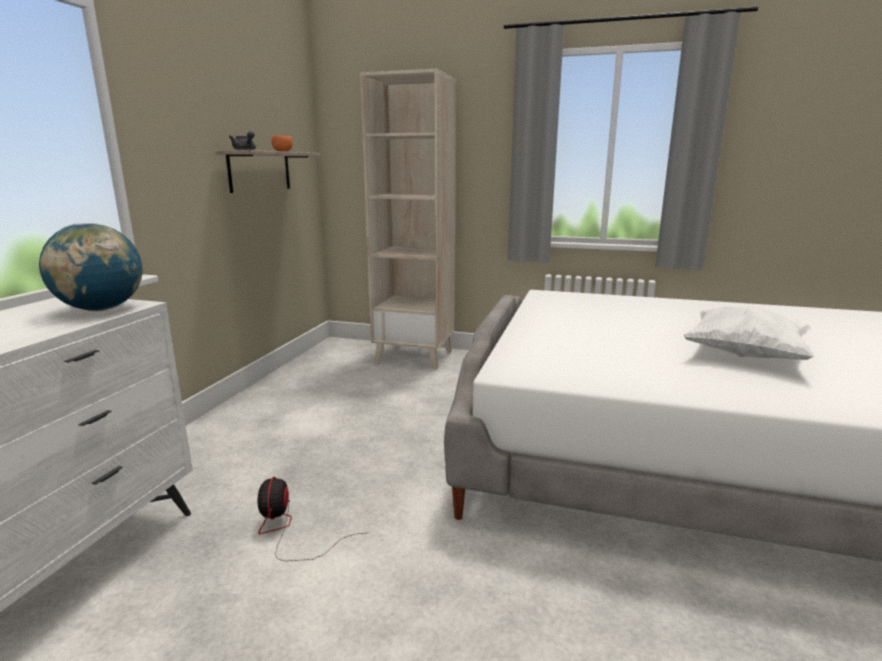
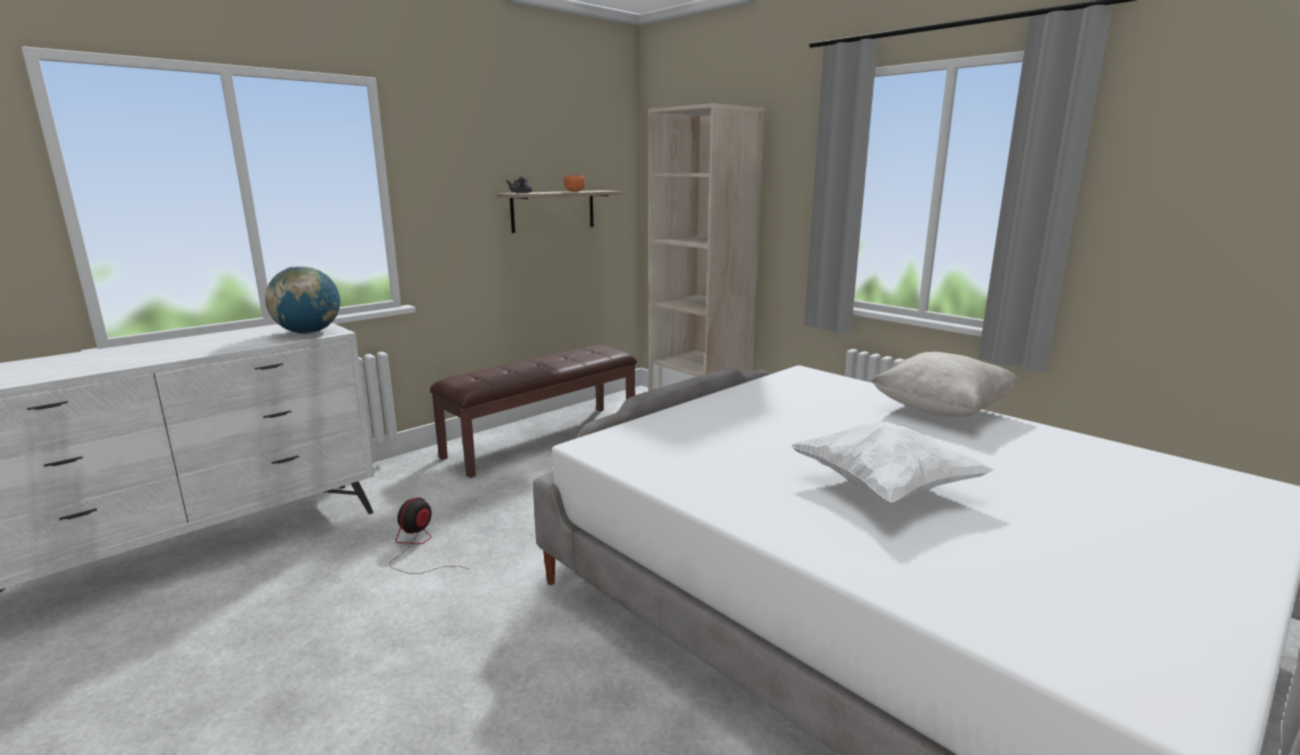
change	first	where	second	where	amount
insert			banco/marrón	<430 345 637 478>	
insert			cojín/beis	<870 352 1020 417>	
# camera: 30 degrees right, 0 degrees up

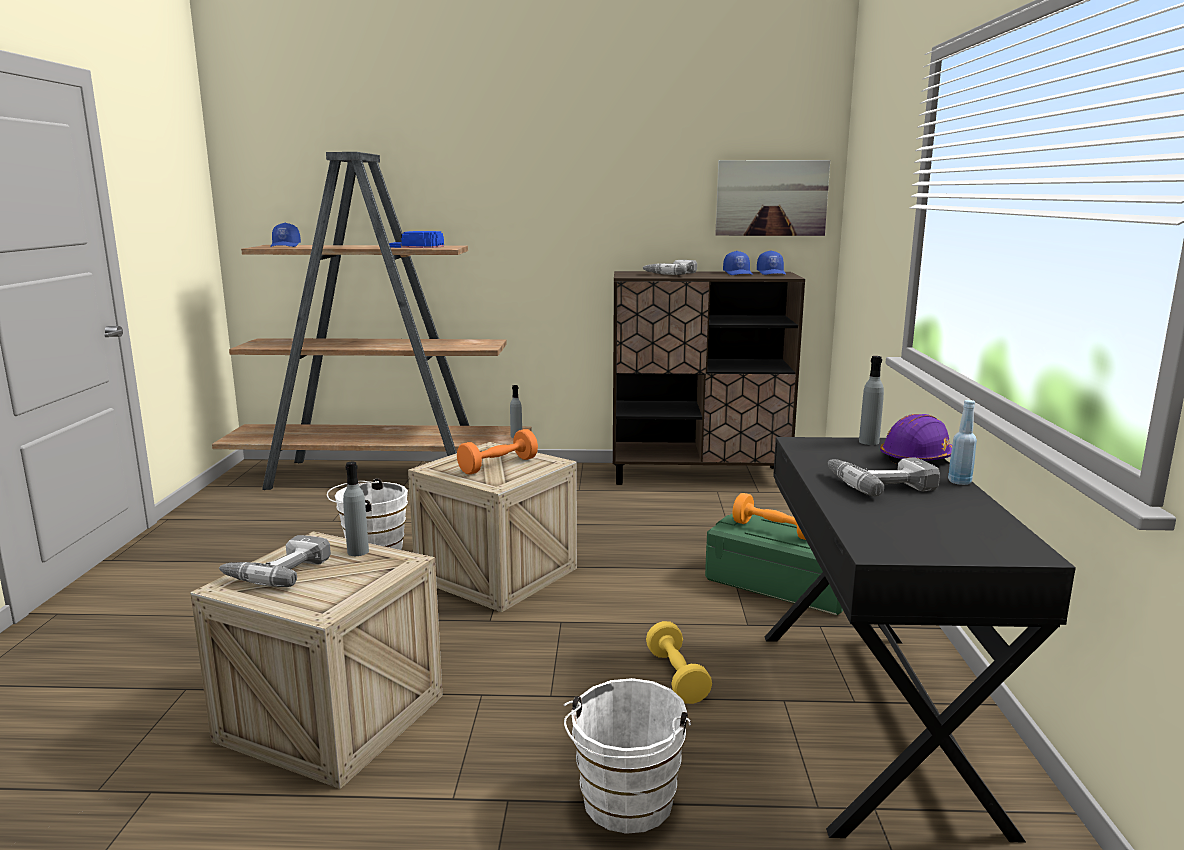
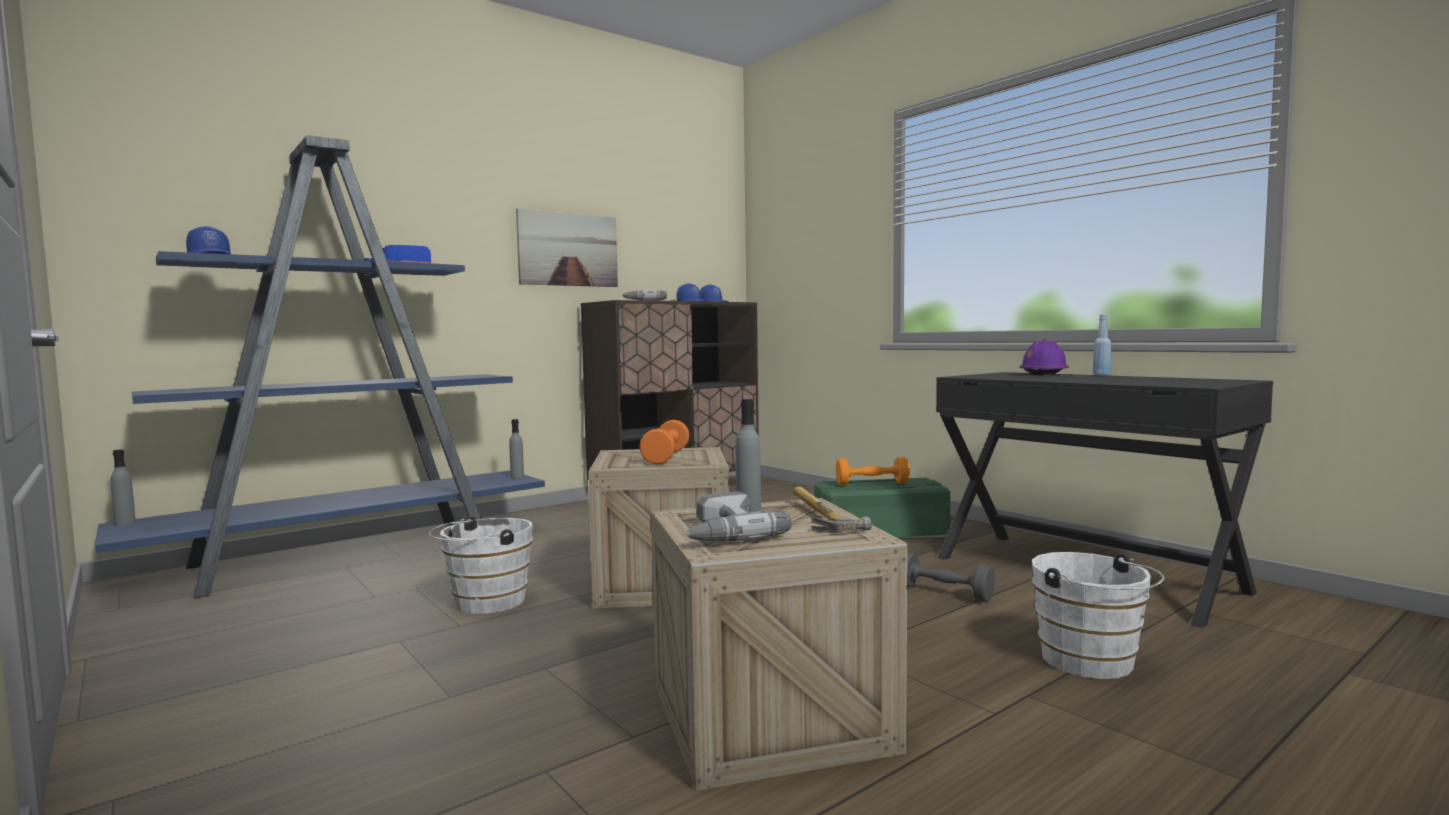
change	first	where	second	where	amount
delete	taladro	<828 457 940 496>			
insert			martillo	<793 487 872 533>	
move	cuadro	<715 160 830 236>		<516 208 618 287>	
move	botella/gris	<859 356 884 445>		<111 449 136 526>	
recolor	estantería/marrón	<212 152 531 490>	estantería/azul	<95 135 545 599>	
recolor	mancuerna/amarillo	<646 621 712 704>	mancuerna/gris	<907 552 995 602>	
# camera: 40 degrees left, 10 degrees down

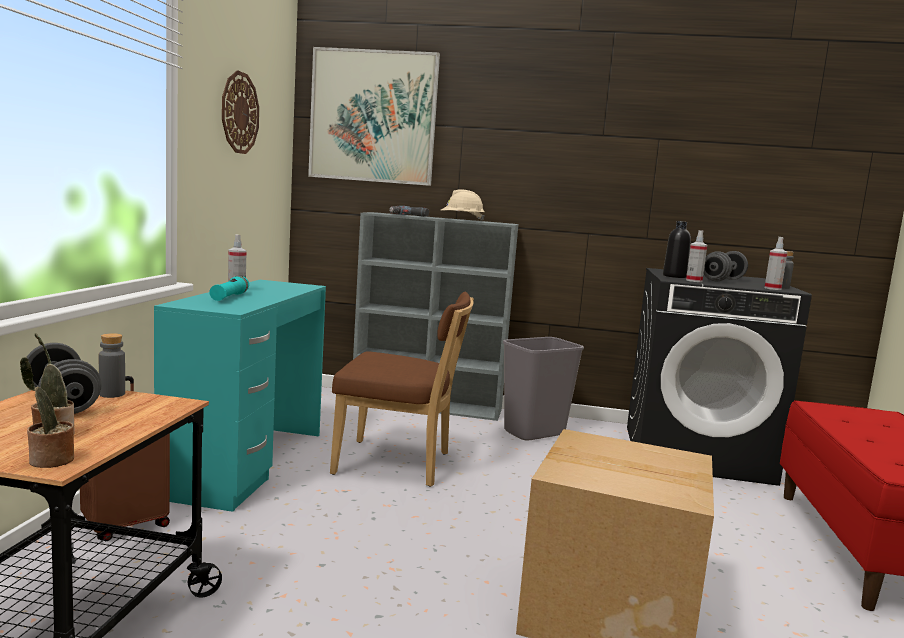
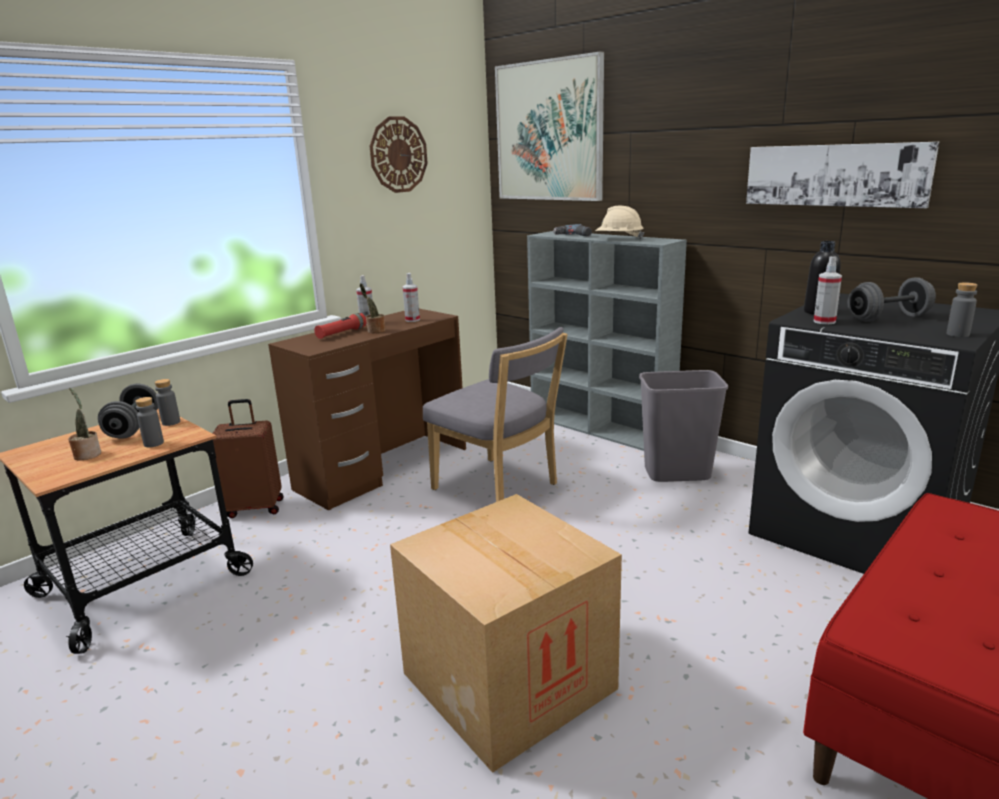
change	first	where	second	where	amount
insert			botella/gris	<135 397 164 447>	
insert			cuadro	<746 142 939 208>	
move	planta en maceta	<20 357 74 468>		<360 283 385 334>	
move	pulverizador	<765 237 787 290>		<402 273 420 322>	
recolor	escritorio/turquesa	<154 280 326 512>	escritorio/marrón	<268 309 466 510>	
recolor	linterna/turquesa	<209 276 249 301>	linterna/rojo	<314 313 367 339>	
recolor	silla/marrón	<330 292 474 487>	silla/gris	<423 327 568 502>	
# camera: 35 degrees right, 10 degrees up

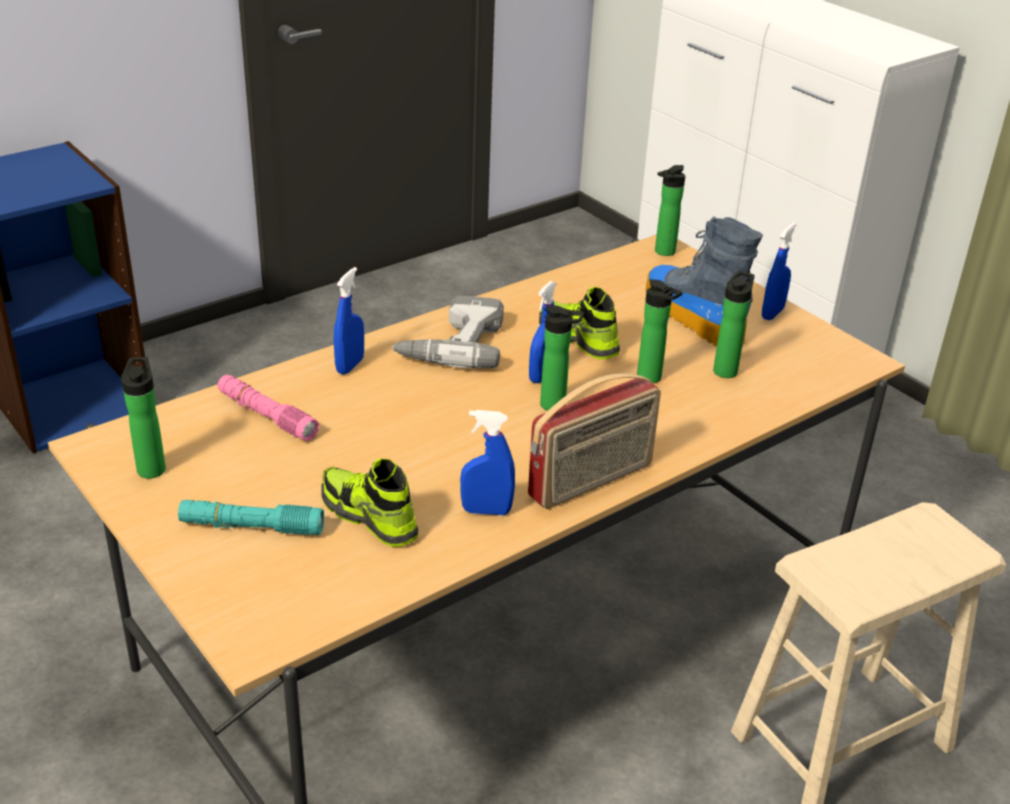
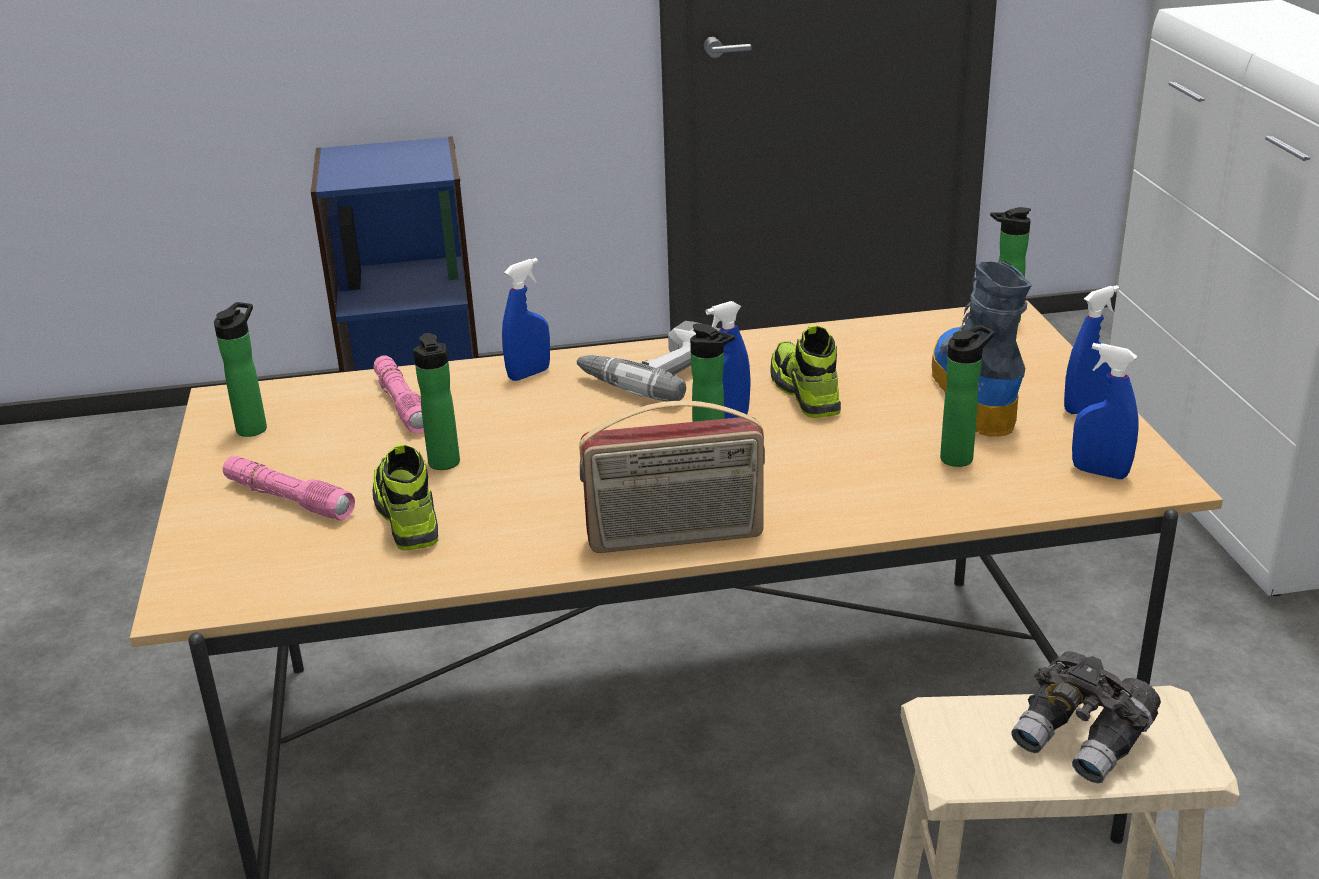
change	first	where	second	where	amount
insert			prismáticos/gris	<1011 651 1161 783>	
move	pulverizador/azul	<460 410 515 515>		<1072 343 1139 479>	
move	botella	<637 279 683 383>		<413 333 460 470>	
recolor	linterna/turquesa	<178 500 324 535>	linterna/rosa	<223 456 355 520>	
# camera: 30 degrees right, 5 degrees down

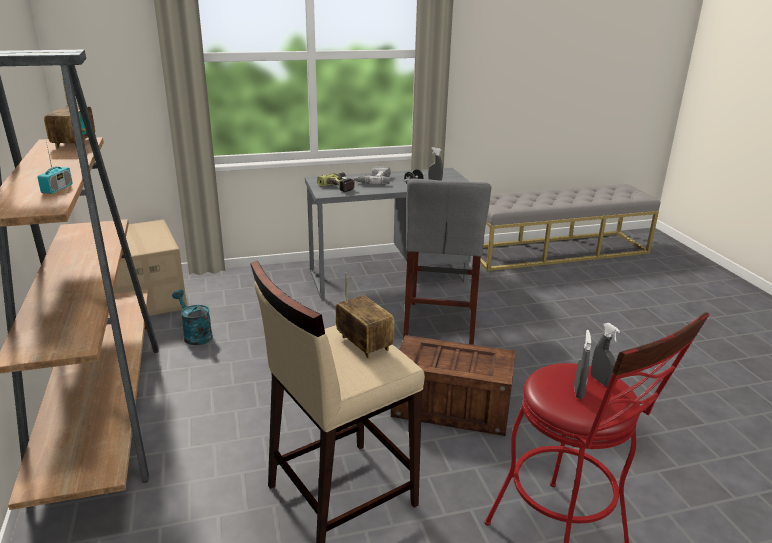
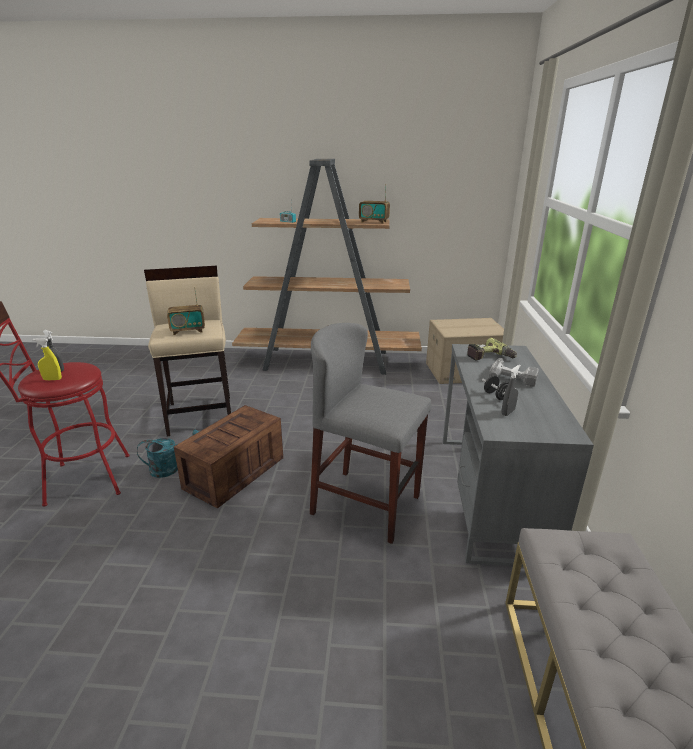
change	first	where	second	where	amount
move	regadera/turquesa	<172 290 213 345>		<137 430 199 478>	
recolor	pulverizador/gris	<591 323 620 386>	pulverizador/amarillo	<33 338 62 380>	
# camera: 110 degrees right, 0 degrees up

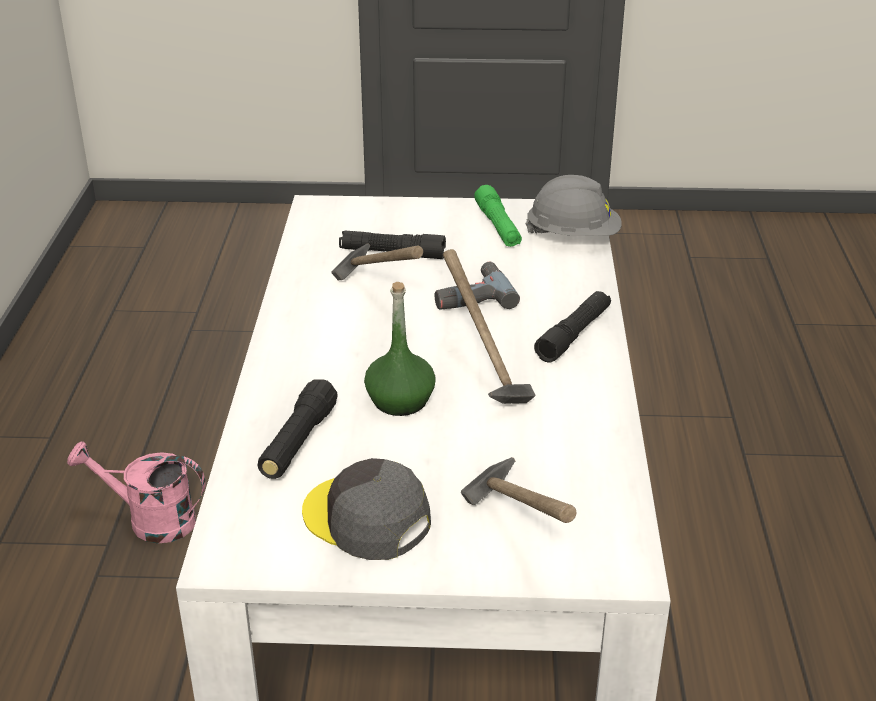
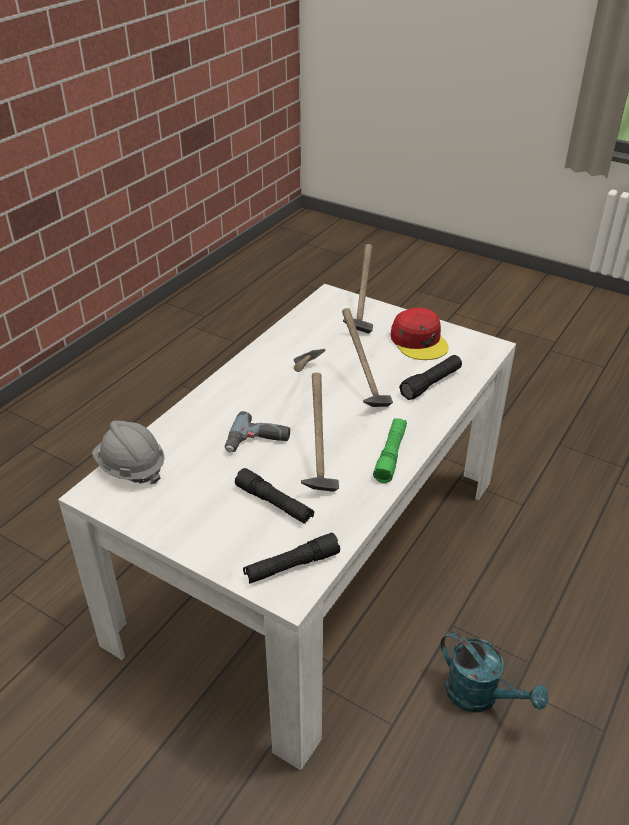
change	first	where	second	where	amount
move	linterna/verde	<474 185 522 247>		<373 418 407 483>	
move	linterna/negro	<534 291 611 363>		<243 533 340 584>	
replace	botella/verde	<364 282 436 416>	martillo	<342 308 393 407>	
recolor	regadera/rosa	<67 441 206 543>	regadera/turquesa	<440 631 548 713>	
recolor	gorra/gris	<302 458 431 560>	gorra/rojo	<391 308 449 360>	
# camera: 150 degrees left, 5 degrees up

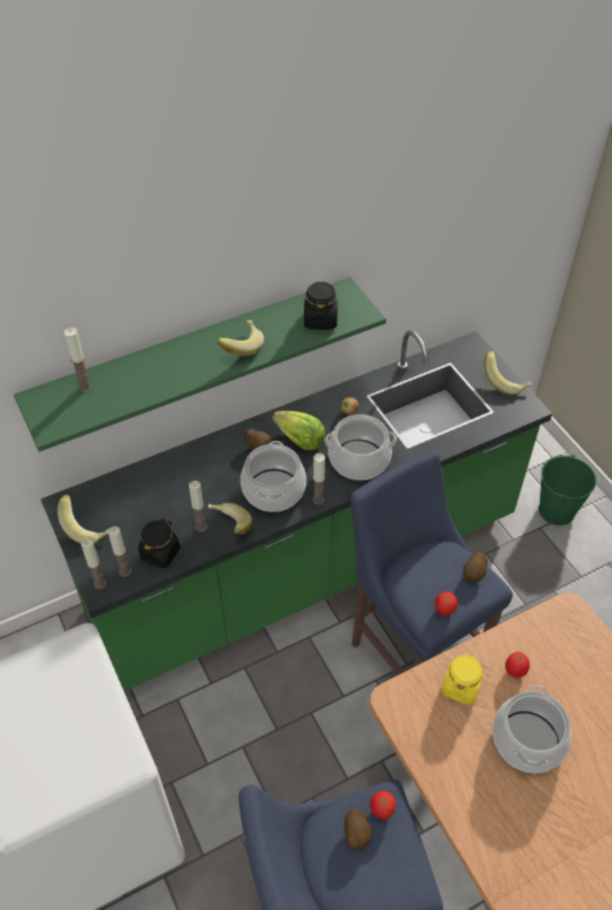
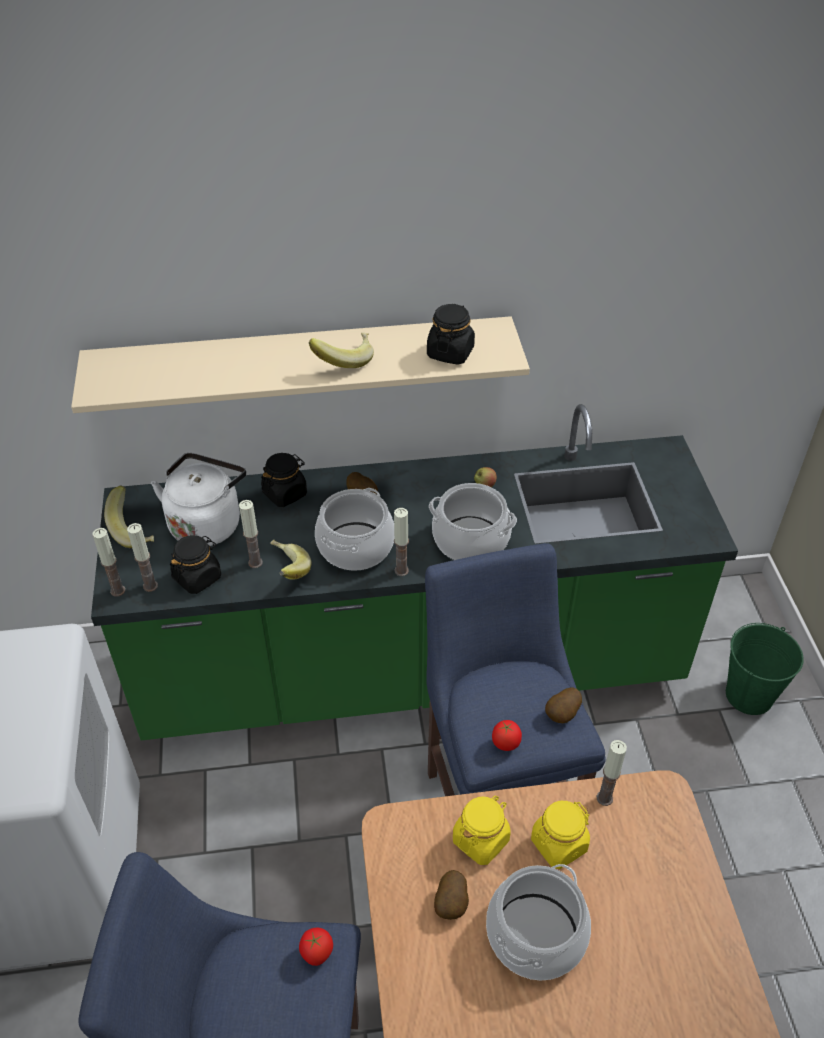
change	first	where	second	where	amount
delete	lechuga	<273 411 326 450>			
delete	plátano	<484 351 532 395>			
insert			hervidor/blanco	<151 453 246 546>	
insert			tarro/negro	<261 453 307 507>	
move	vela	<64 328 92 392>		<597 740 627 806>	
move	patata	<344 809 371 849>		<434 870 469 920>	
replace	tomate	<505 652 530 678>	tarro/amarillo	<531 801 590 869>	
recolor	estante/verde	<14 277 386 452>	estante/beis	<71 316 530 413>	
# camera: 20 degrees right, 5 degrees down

